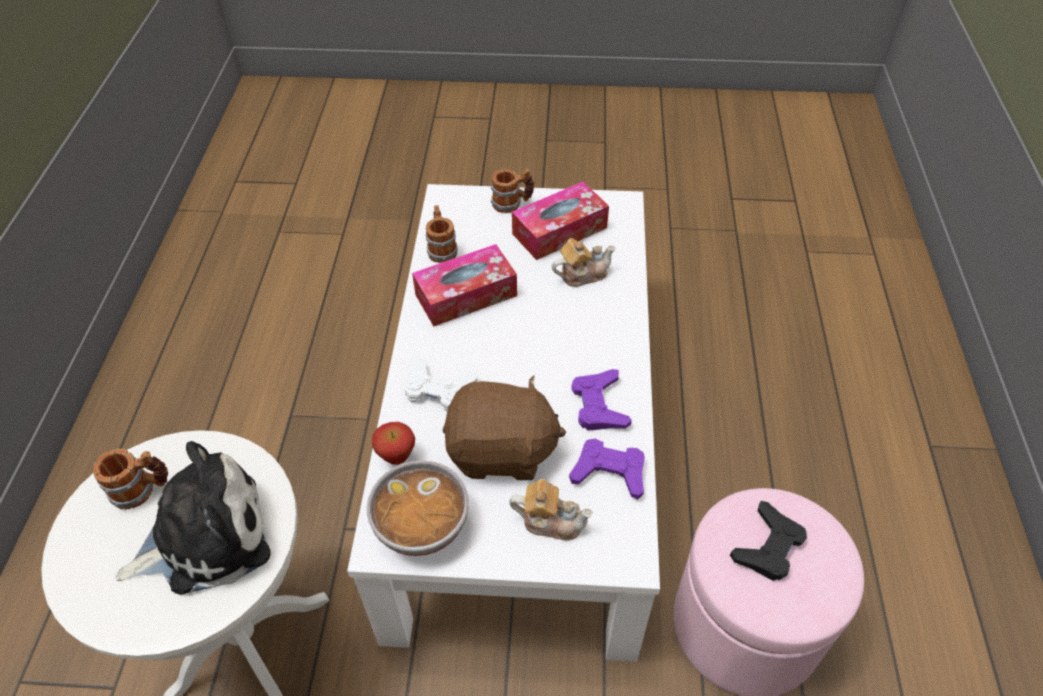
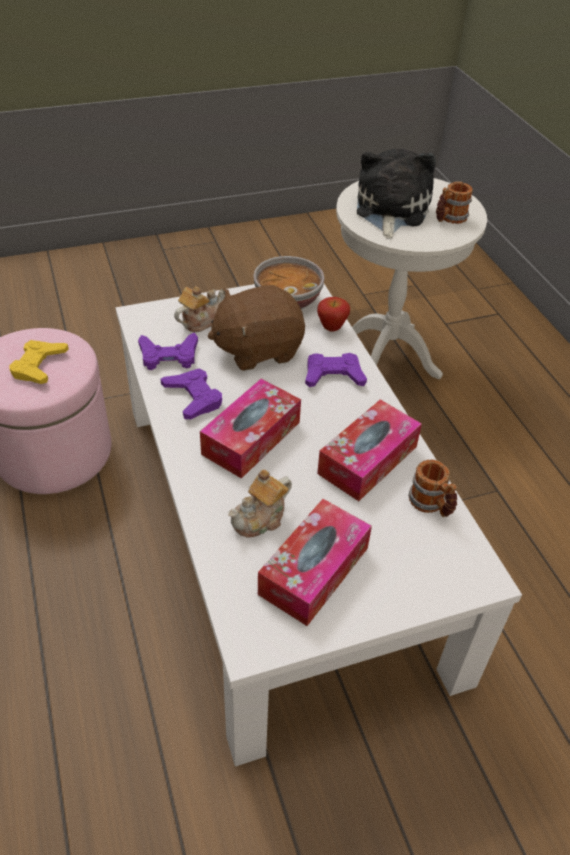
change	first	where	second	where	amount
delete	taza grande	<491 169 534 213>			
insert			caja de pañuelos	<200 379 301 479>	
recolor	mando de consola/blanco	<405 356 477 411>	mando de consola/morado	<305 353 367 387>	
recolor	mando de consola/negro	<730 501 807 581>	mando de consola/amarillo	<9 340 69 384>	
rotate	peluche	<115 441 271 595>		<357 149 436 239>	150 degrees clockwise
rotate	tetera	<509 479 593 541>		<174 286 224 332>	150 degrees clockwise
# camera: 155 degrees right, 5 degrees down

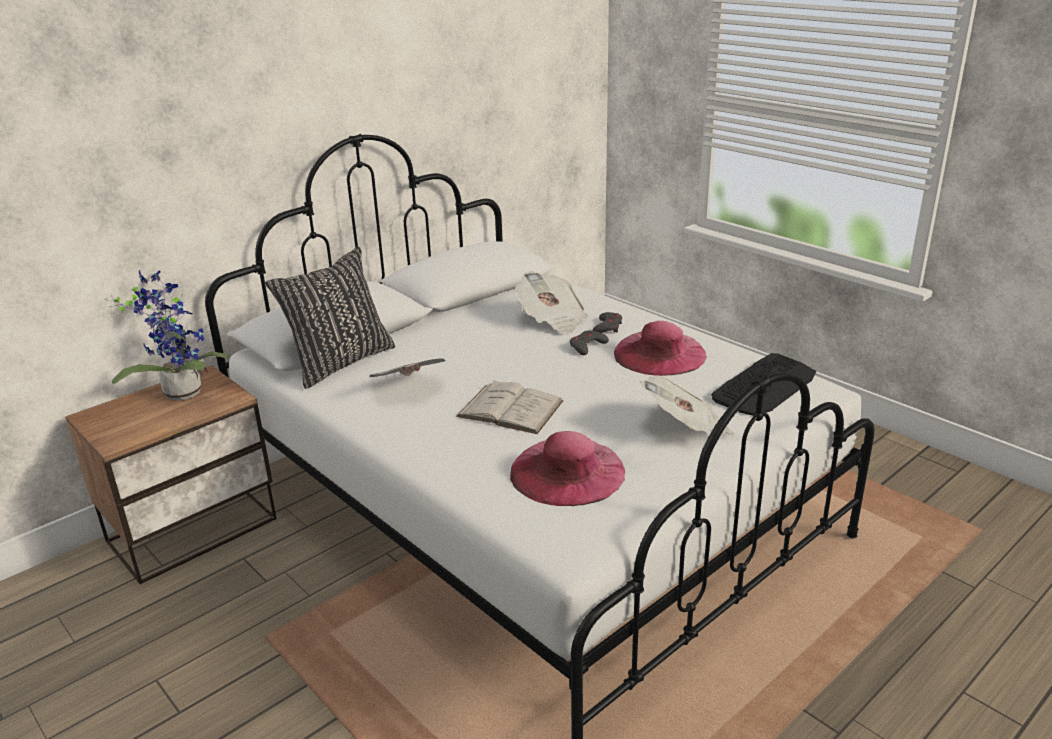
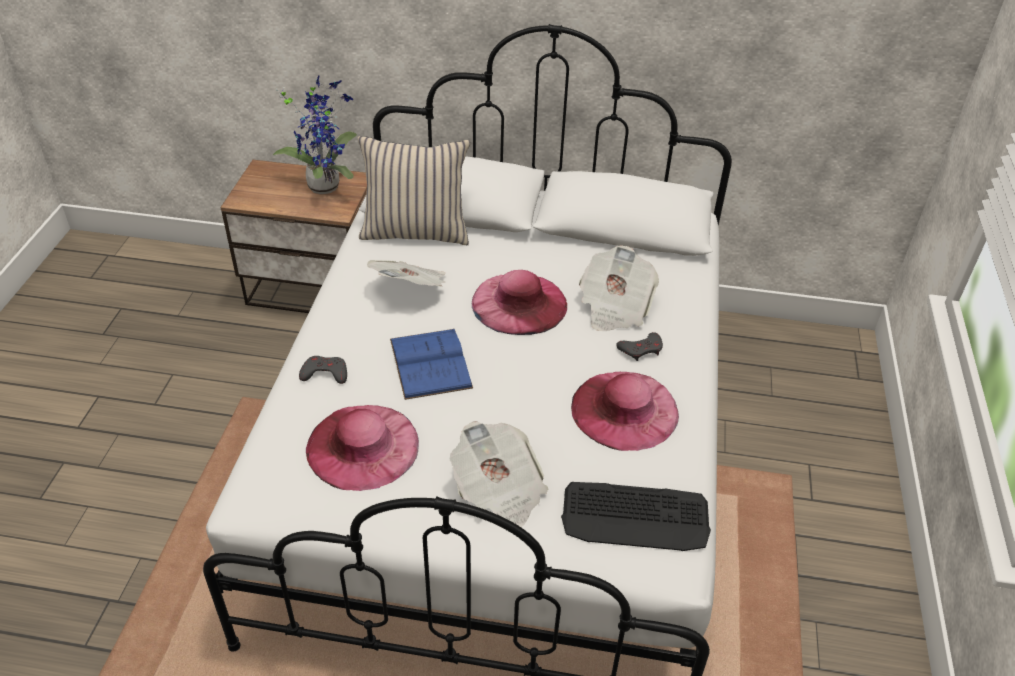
change	first	where	second	where	amount
insert			sombrero/rosa	<472 270 567 335>	
move	mando de consola/gris	<570 330 609 355>		<299 356 347 384>	
recolor	cojín/negro	<265 247 396 389>	cojín/beis	<358 136 471 245>	
recolor	libro/blanco	<456 380 564 434>	libro/azul	<390 329 473 400>	
# camera: 50 degrees right, 15 degrees up

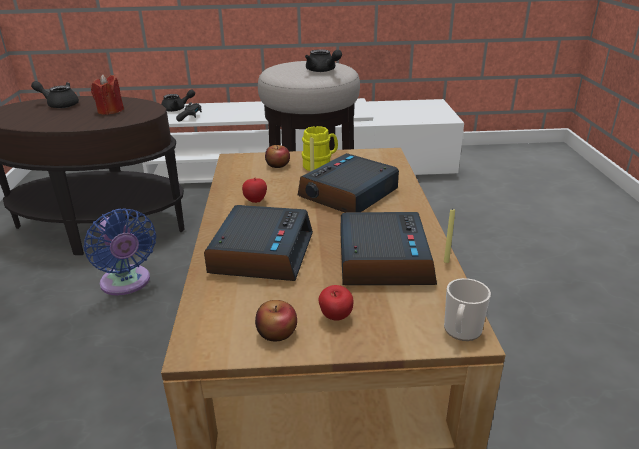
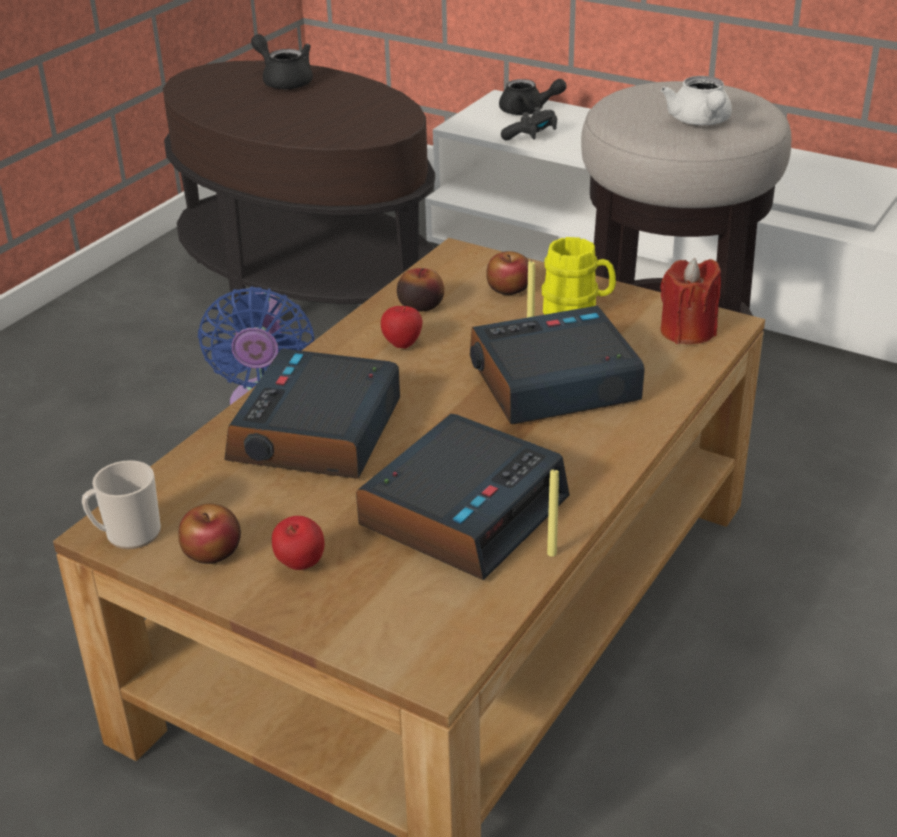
change	first	where	second	where	amount
insert			manzana	<397 268 444 312>	
move	vela/rojo	<91 74 124 115>		<660 258 721 344>	
move	taza grande	<444 278 491 341>		<82 460 161 549>	
recolor	tetera/negro	<305 49 342 72>	tetera/blanco	<661 76 732 125>	
rotate	despertador	<204 205 313 281>		<224 349 400 479>	150 degrees clockwise
# camera: 35 degrees right, 5 degrees up

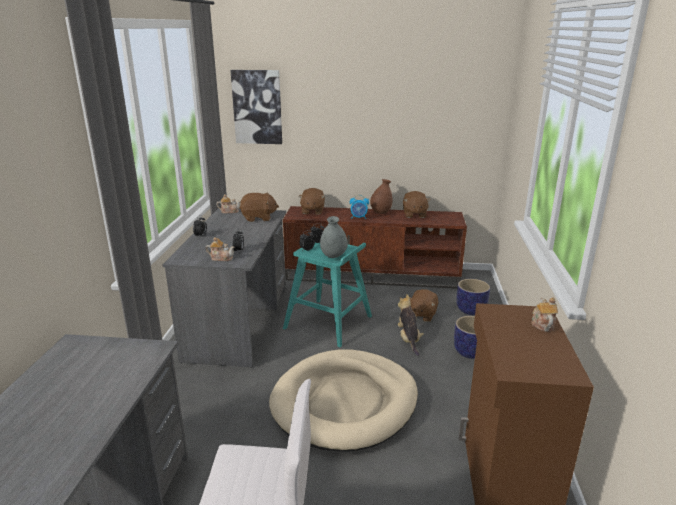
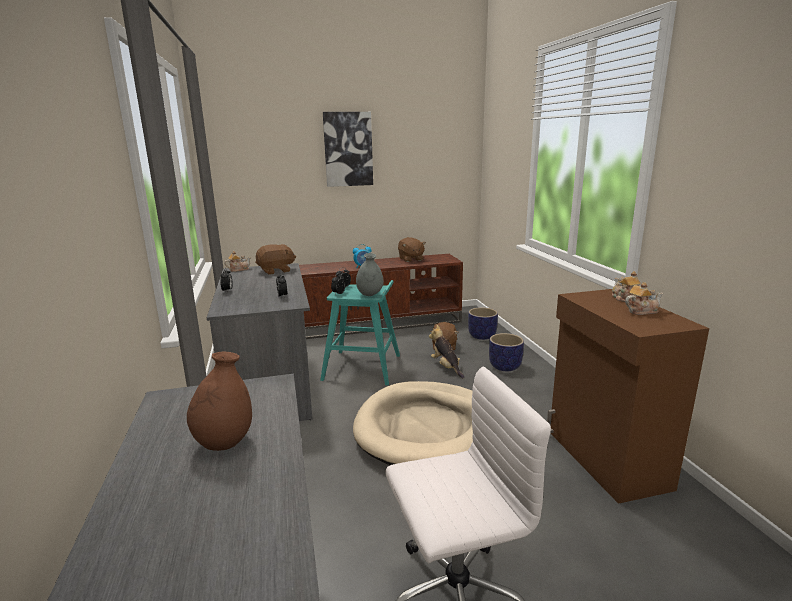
change	first	where	second	where	amount
delete	peluche/marrón	<299 188 325 214>			
move	tetera	<205 237 235 261>		<625 282 663 315>	
move	cuadro	<230 70 282 144>		<323 112 373 187>	
move	florero/marrón	<370 179 392 214>		<187 351 252 451>	
# camera: 20 degrees left, 5 degrees down

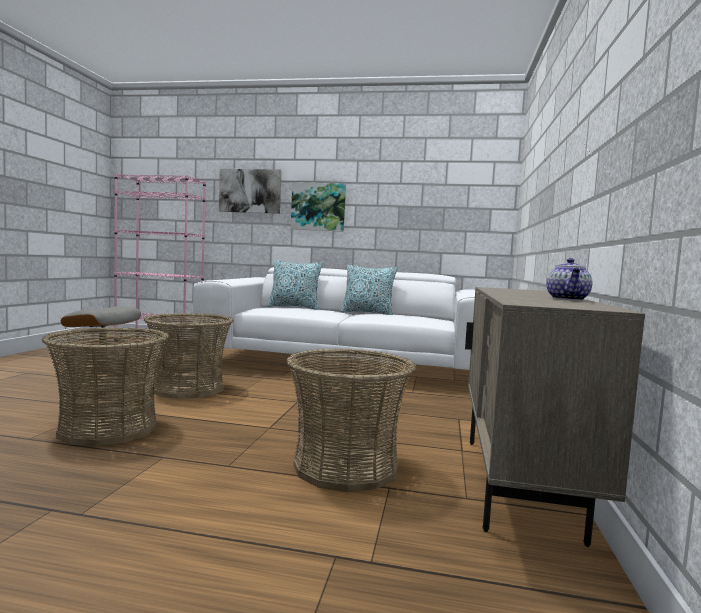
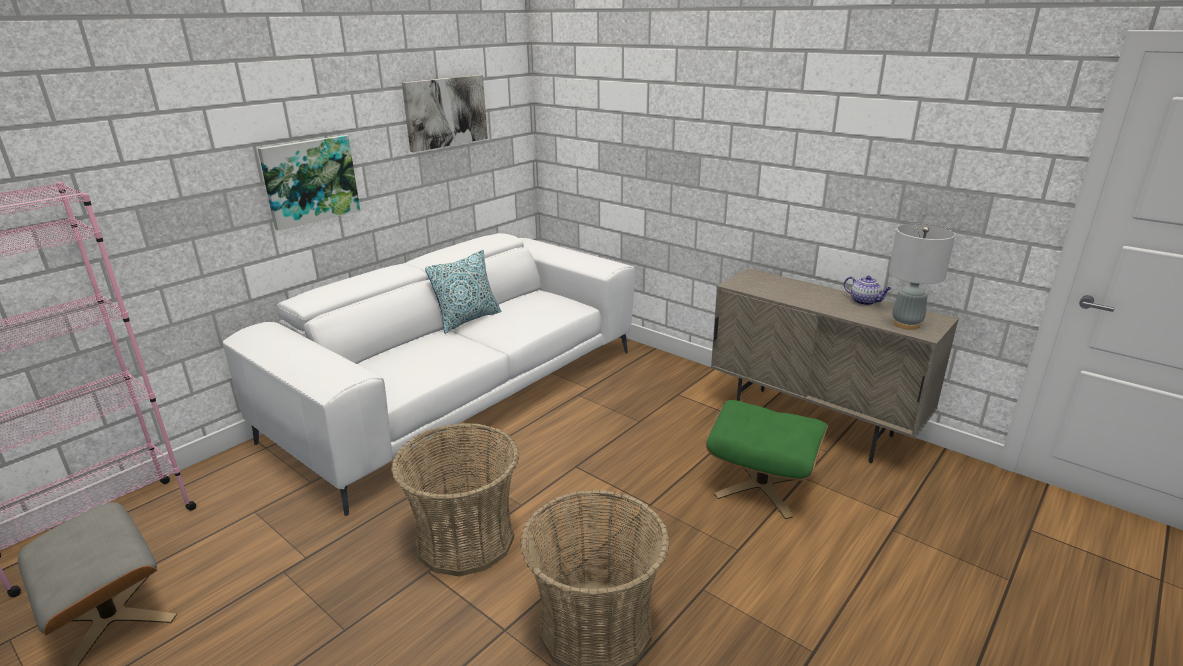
change	first	where	second	where	amount
delete	cojín	<267 260 323 310>			
insert			lámpara de mesa/gris	<889 224 955 330>	
move	cuadro	<219 169 281 214>		<402 75 488 152>	
replace	cesta	<286 348 417 492>	puf/verde	<706 400 829 519>	
# camera: 60 degrees left, 20 degrees up

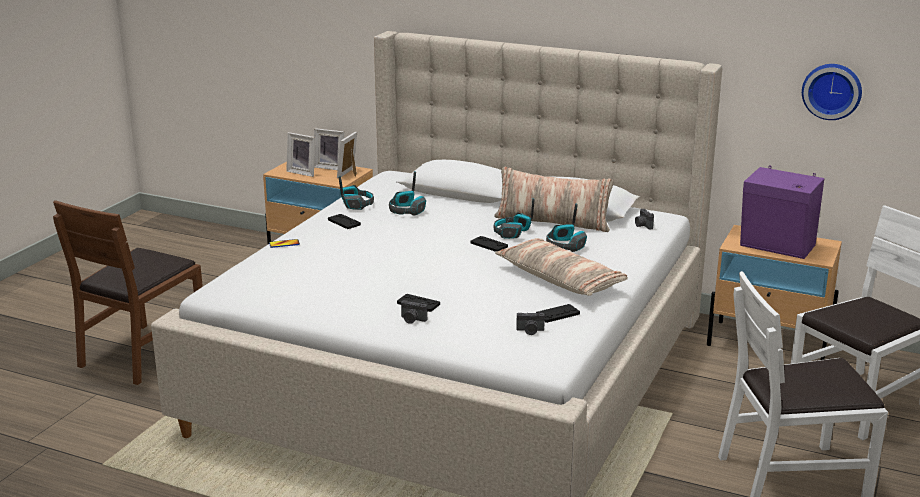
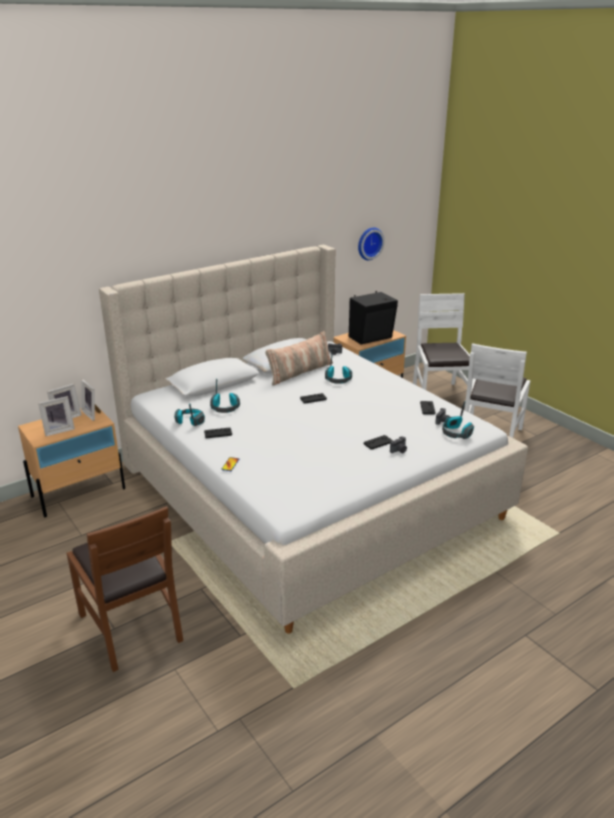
change	first	where	second	where	amount
delete	cojín	<495 238 628 296>			
move	auriculares	<493 198 535 239>		<442 401 474 439>	
recolor	altavoz/morado	<740 165 824 259>	altavoz/negro	<349 291 398 345>	
# camera: 60 degrees left, 5 degrees up

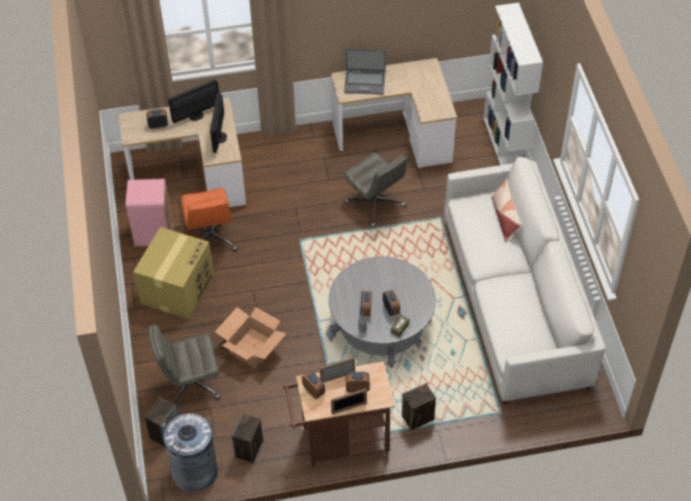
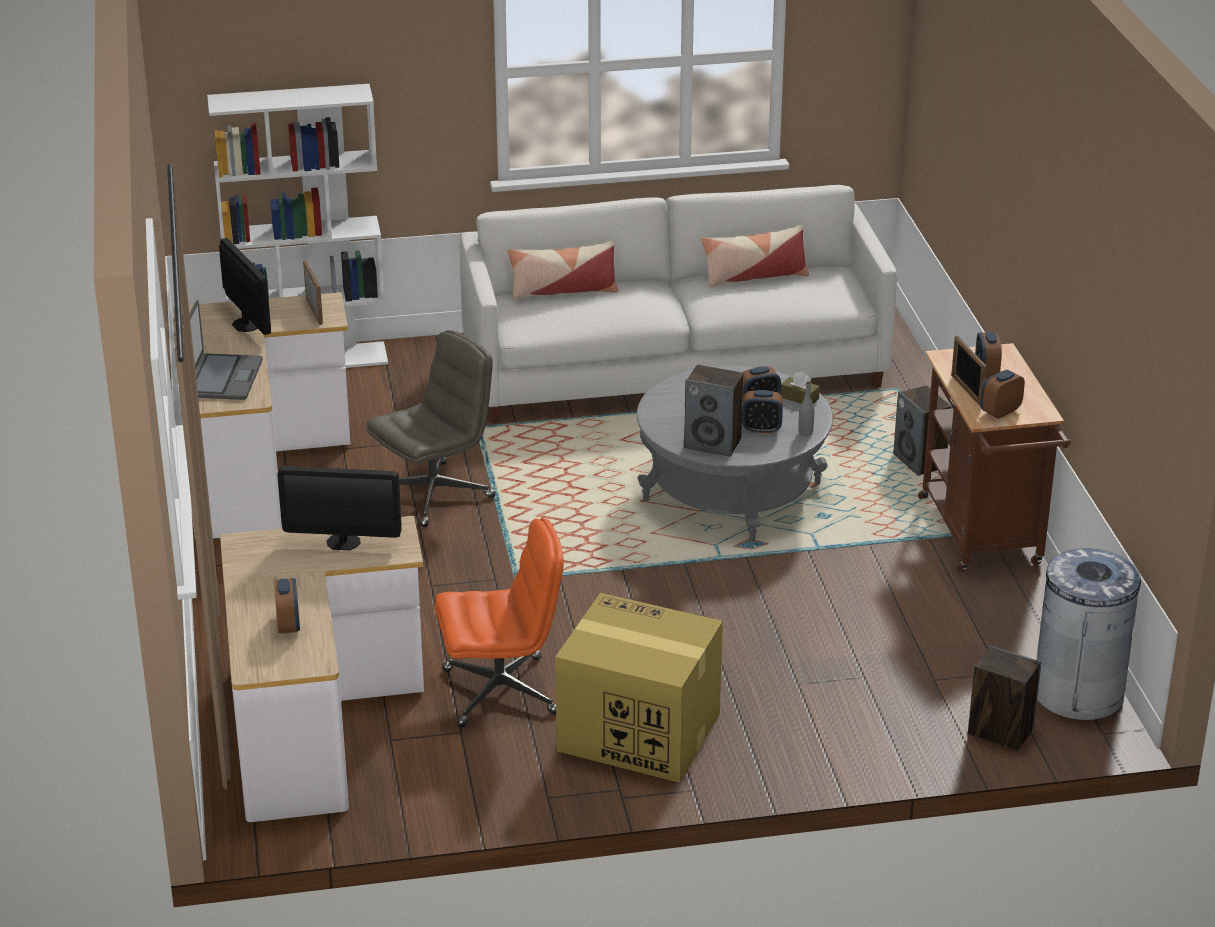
change	first	where	second	where	amount
delete	papelera/rosa	<126 179 173 247>			
delete	silla de oficina/gris	<149 325 220 404>			
delete	caja de cartón	<215 307 287 368>			
insert			cojín	<701 225 809 287>	
move	monitor	<168 79 219 123>		<219 238 271 335>	
move	altavoz	<232 413 263 463>		<684 365 744 457>	
move	portarretratos	<331 389 367 415>		<303 261 323 325>	
# camera: 90 degrees left, 20 degrees down

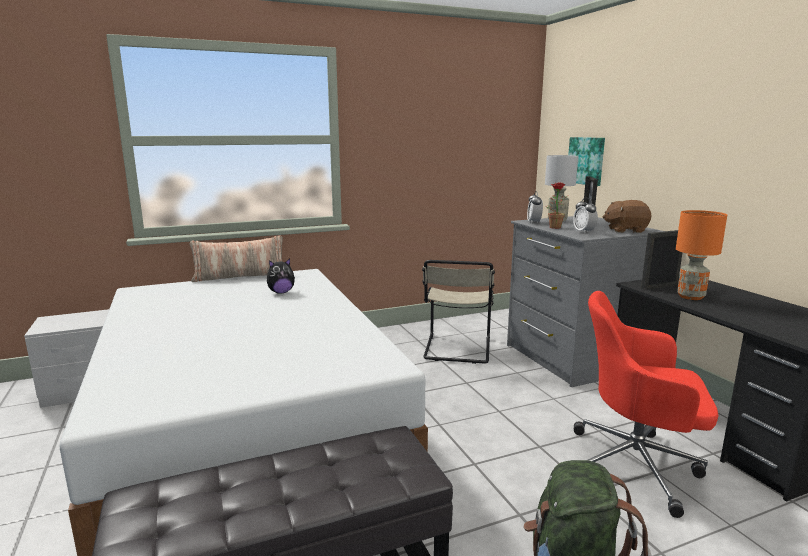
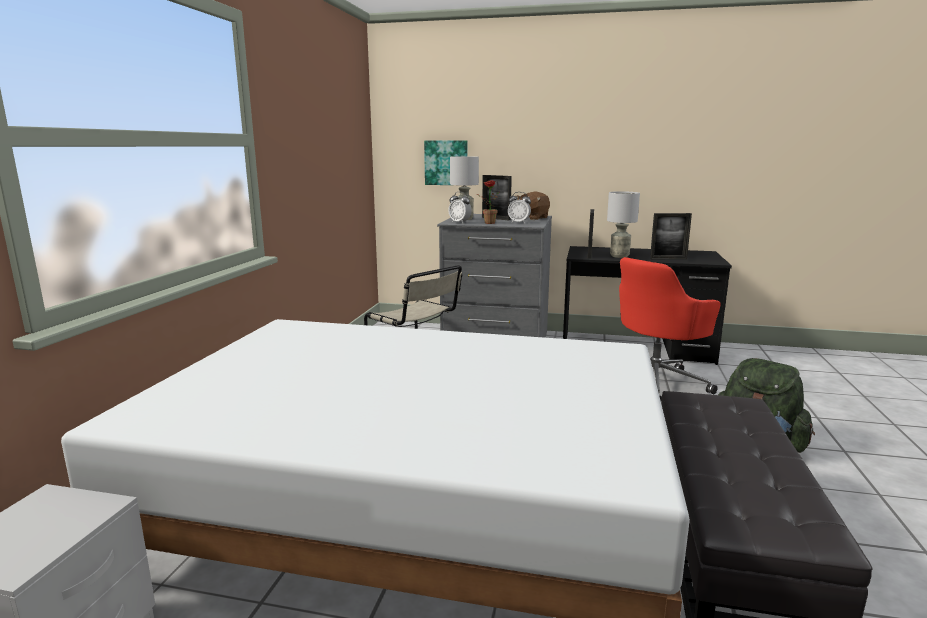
change	first	where	second	where	amount
delete	cojín	<190 235 283 282>			
delete	peluche	<267 259 295 294>			
insert			portarretratos	<650 213 692 259>	
recolor	lámpara de mesa/naranja	<676 210 727 300>	lámpara de mesa/gris	<607 191 640 258>	
# camera: 55 degrees left, 0 degrees up

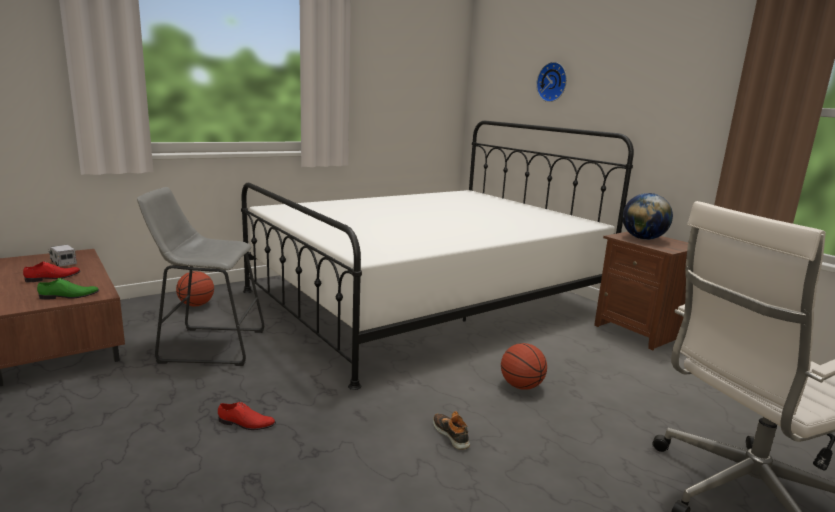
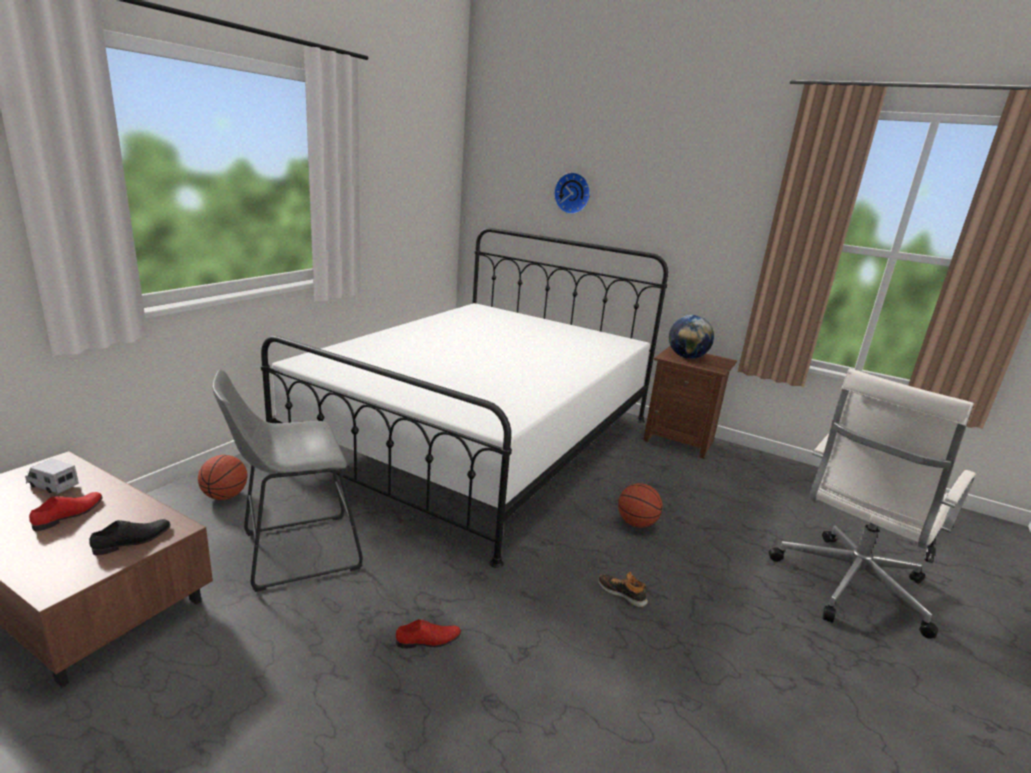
change	first	where	second	where	amount
recolor	zapato/verde	<37 278 99 300>	zapato/negro	<89 519 171 556>	
# camera: 25 degrees left, 5 degrees up

